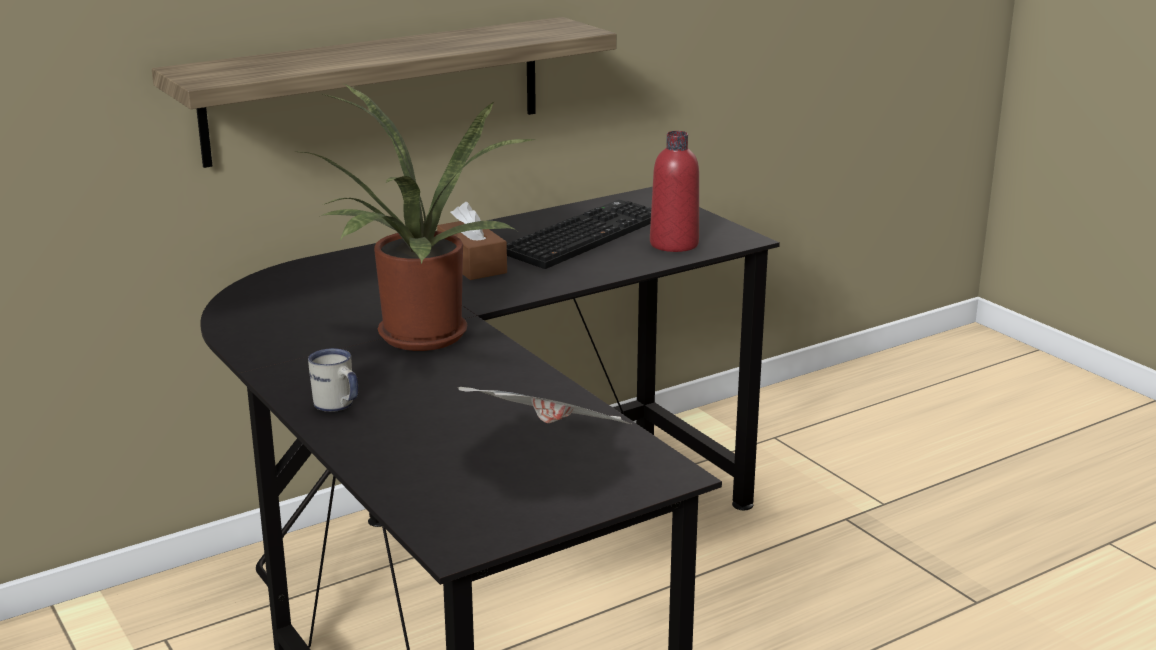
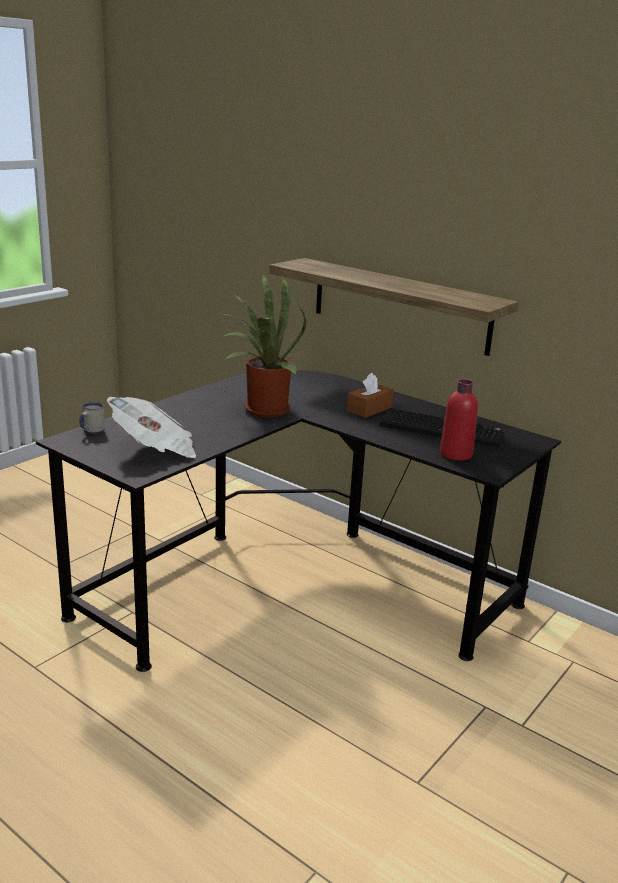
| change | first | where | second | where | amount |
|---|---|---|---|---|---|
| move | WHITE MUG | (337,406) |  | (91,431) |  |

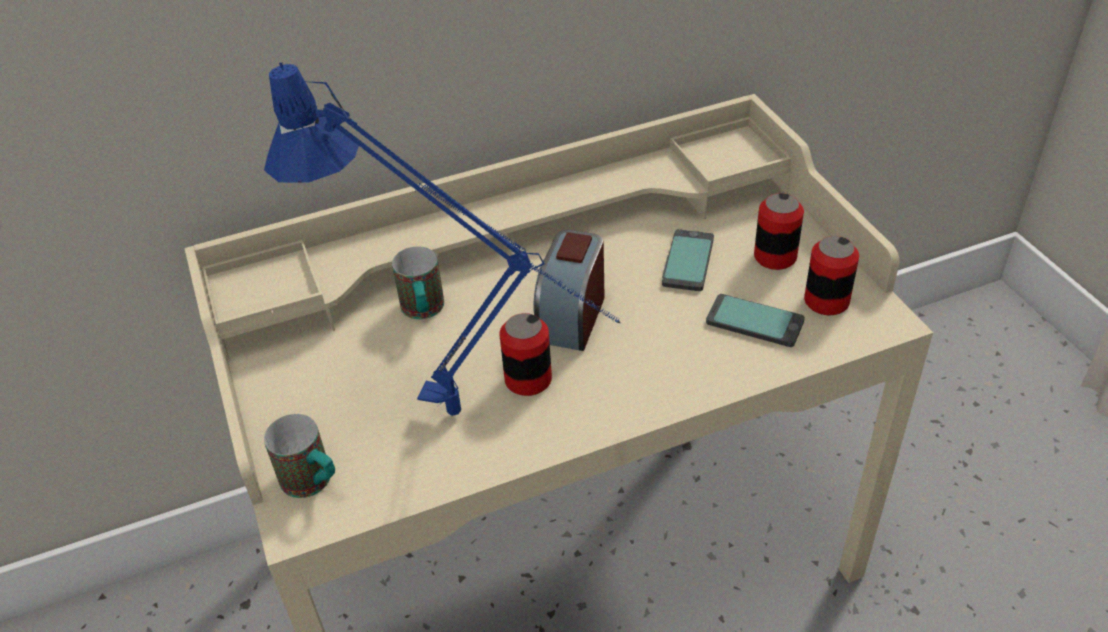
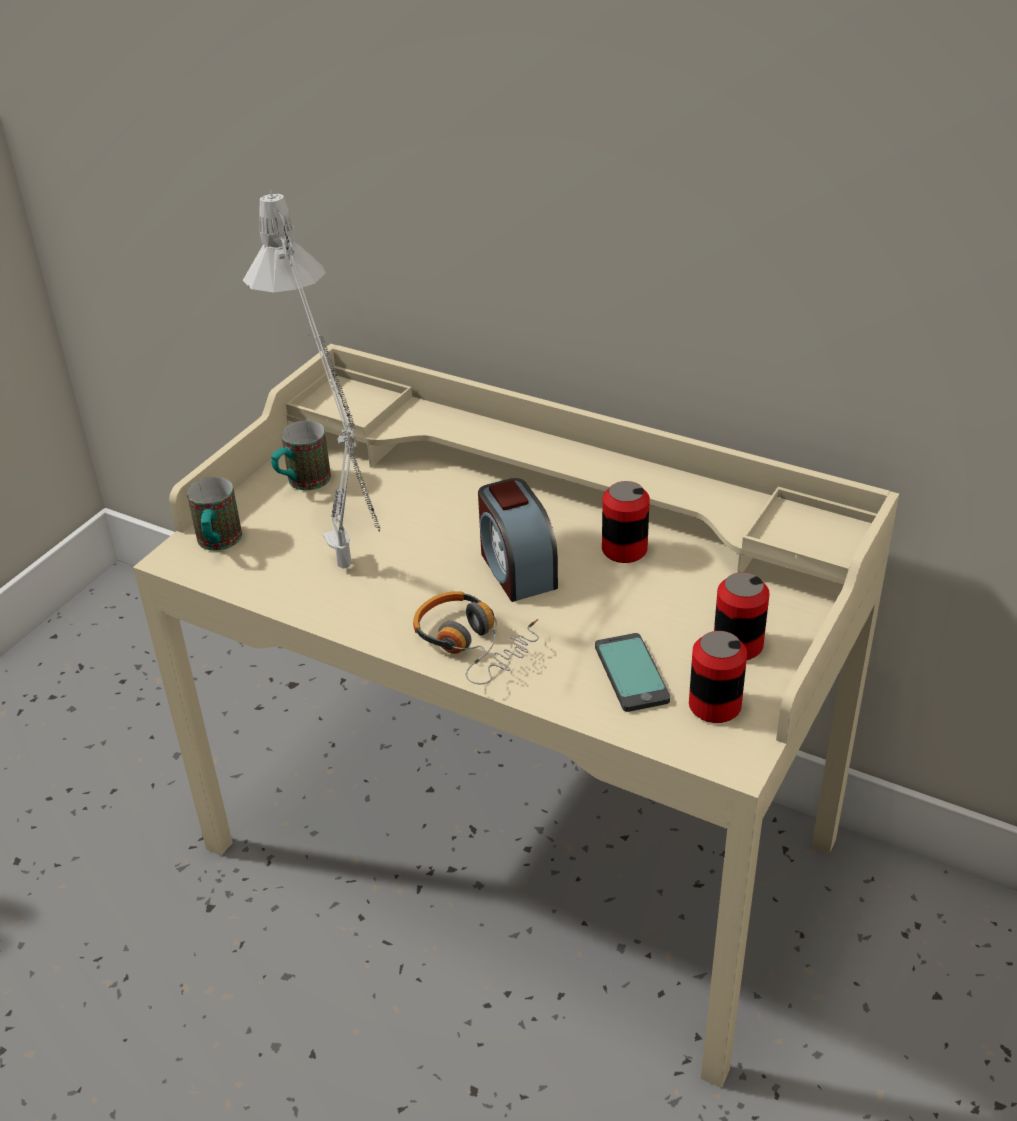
| change | first | where | second | where | amount |
|---|---|---|---|---|---|
| recolor | BLUE TABLE LAMP | (474,418) | GREY TABLE LAMP | (351,580) |  |
| move | MUG | (423,311) |  | (302,483) |  |
| move | CAN | (528,379) |  | (624,550) |  |
| rotate | ALARM CLOCK | (571,316) |  | (516,569) | 90 degrees counterclockwise |
| delete | PHONE | (687,261) |  |  |  |
| insert |  |  | HEADPHONES | (473,644) |  |

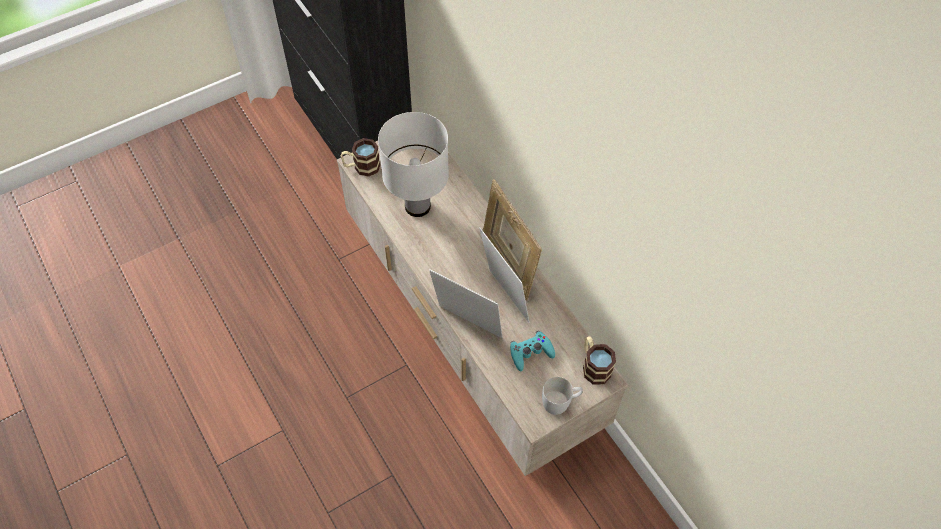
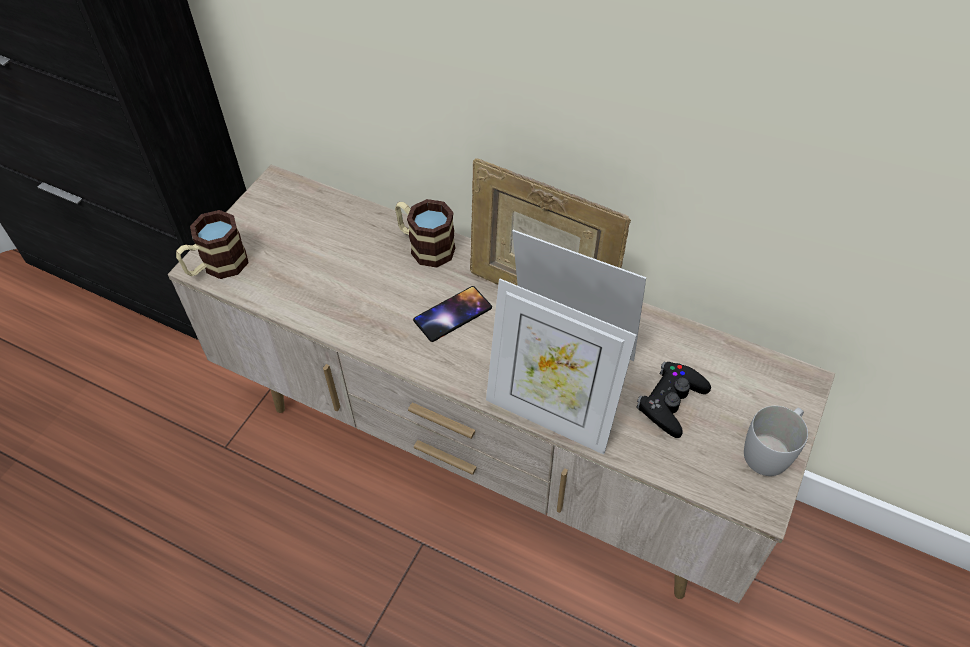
| change | first | where | second | where | amount |
|---|---|---|---|---|---|
| delete | WHITE TABLE LAMP | (418,206) |  |  |  |
| rotate | PICTURE FRAME | (467,327) |  | (549,416) | 150 degrees counterclockwise |
| recolor | TURQUOISE GAME CONTROLLER | (530,353) | BLACK GAME CONTROLLER | (671,402) |  |
| move | MUG | (593,366) |  | (425,246) |  |
| insert |  |  | PHONE | (452,314) |  |

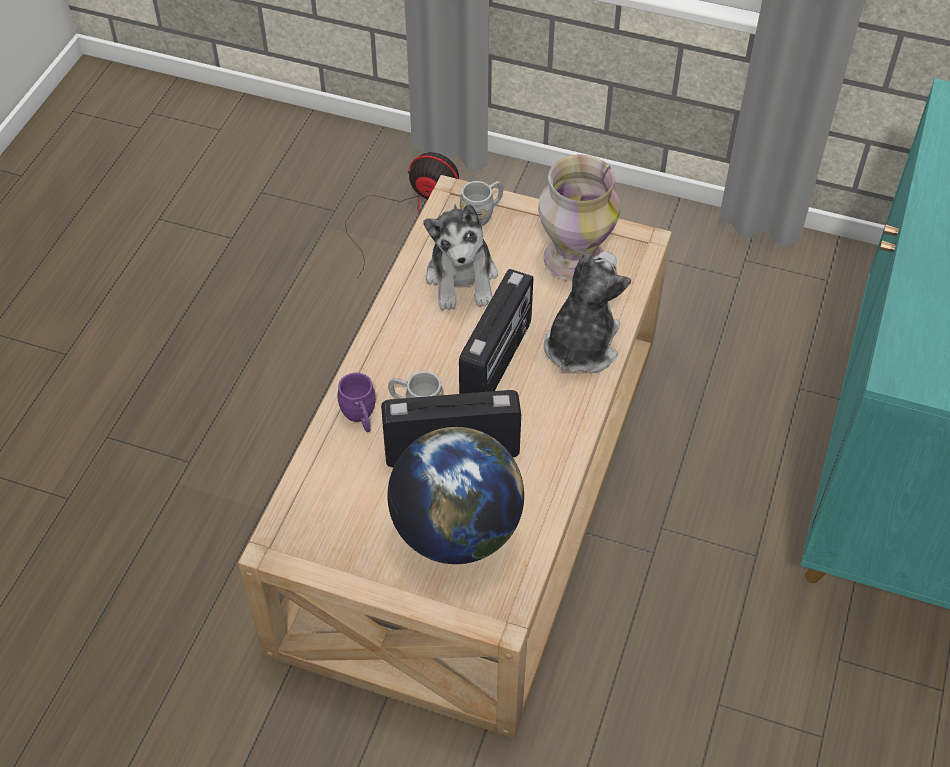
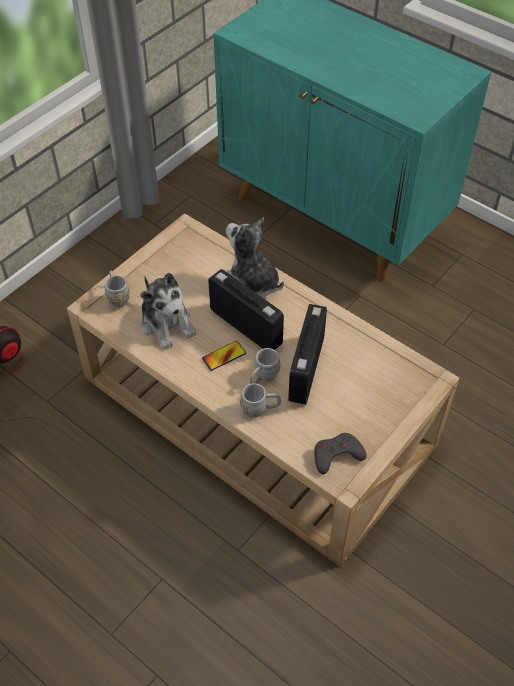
| change | first | where | second | where | amount |
|---|---|---|---|---|---|
| recolor | PURPLE MUG | (360,417) | GREY MUG | (260,409) |  |
| delete | GLOBE | (456,531) |  |  |  |
| rotate | PLUSH TOY | (462,278) |  | (167,323) | 45 degrees clockwise |
| delete | VASE | (573,259) |  |  |  |
| insert |  |  | PHONE | (224,356) |  |
| insert |  |  | GREY GAME CONTROLLER | (337,455) |  |

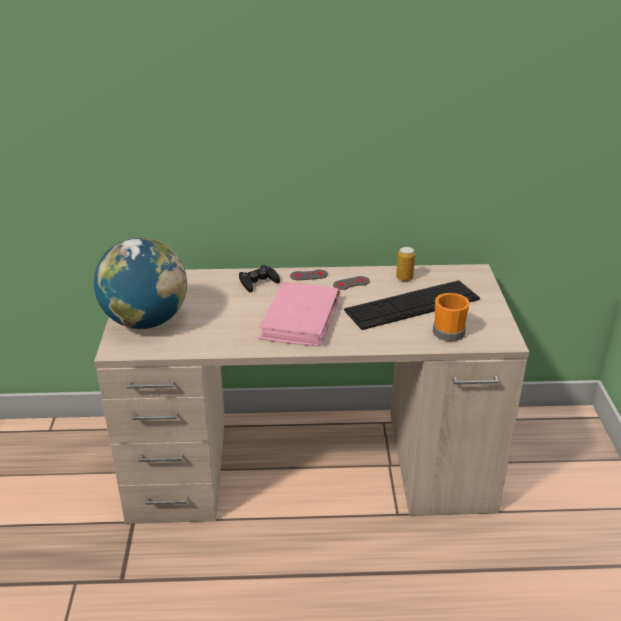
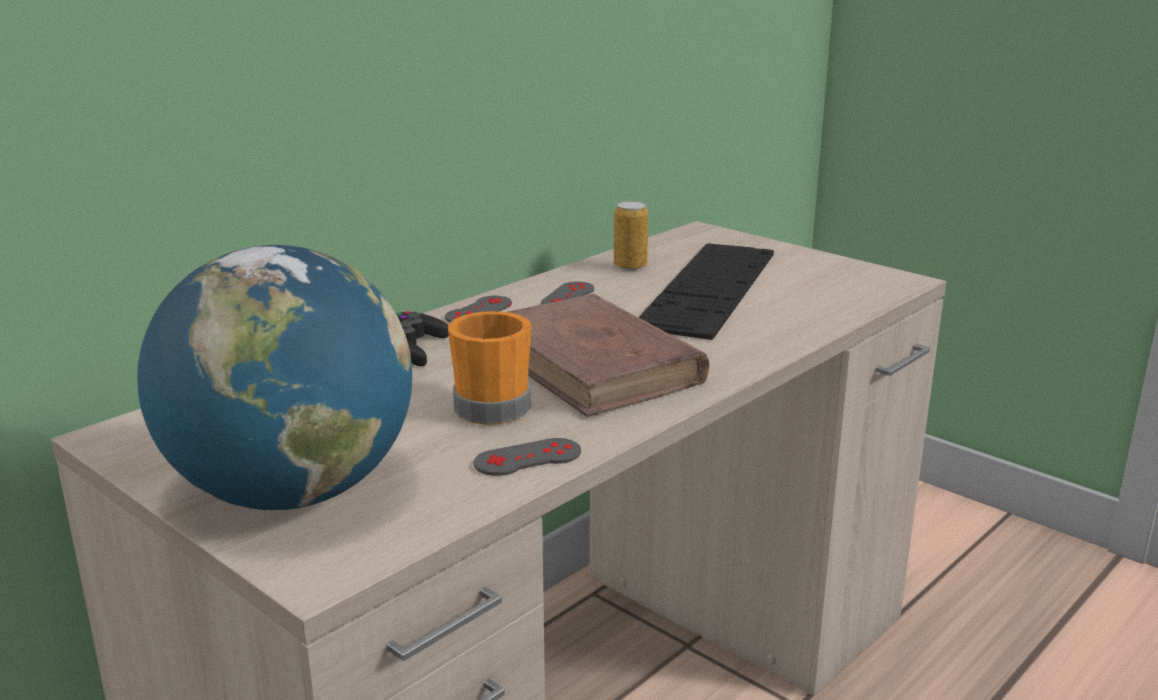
| change | first | where | second | where | amount |
|---|---|---|---|---|---|
| recolor | PINK BOOK | (300,319) | BROWN BOOK | (593,364) |  |
| move | ORANGE MUG | (450,330) |  | (490,404) |  |
| insert |  |  | GREY GAME CONTROLLER | (528,458) |  |

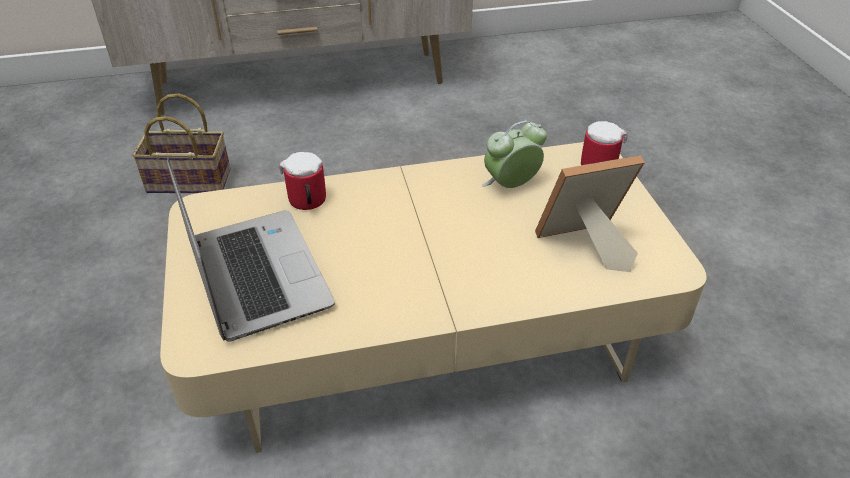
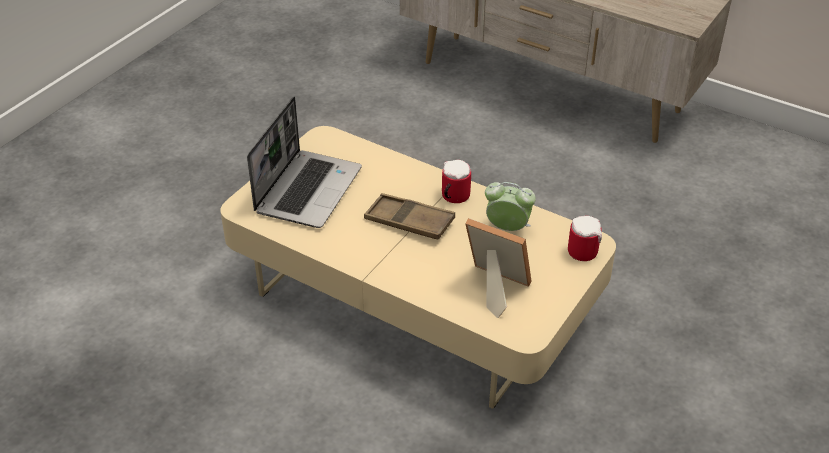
| change | first | where | second | where | amount |
|---|---|---|---|---|---|
| delete | BASKET | (186,182) |  |  |  |
| move | MUG | (306,203) |  | (452,197) |  |
| insert |  |  | BROWN TRAY | (409,221) |  |

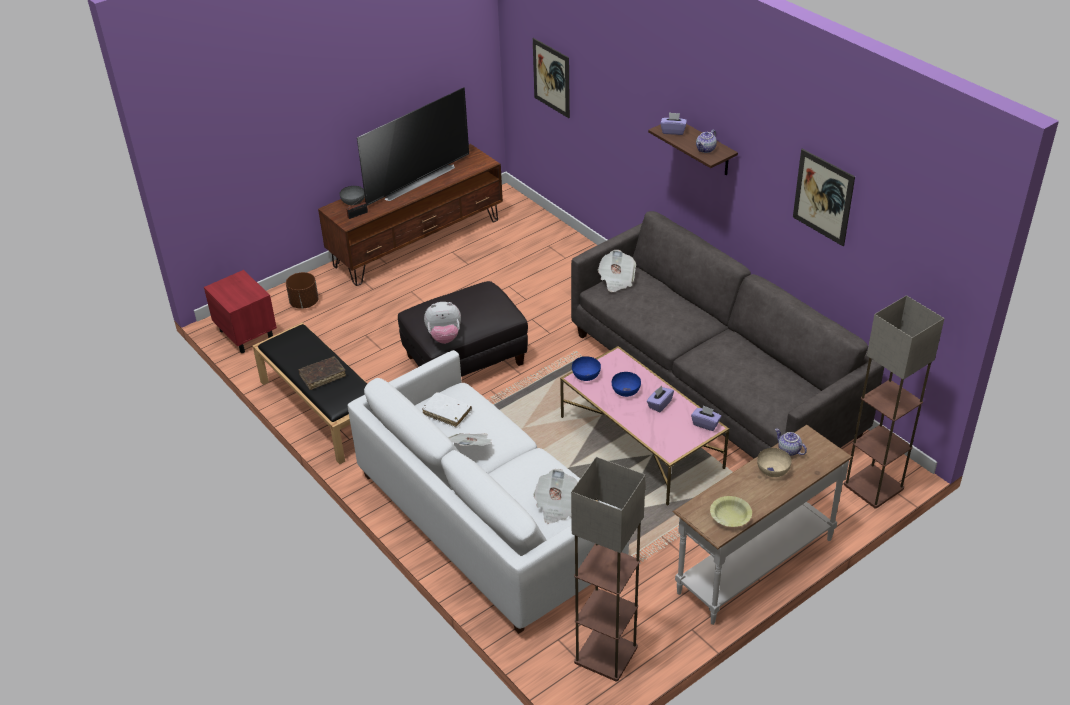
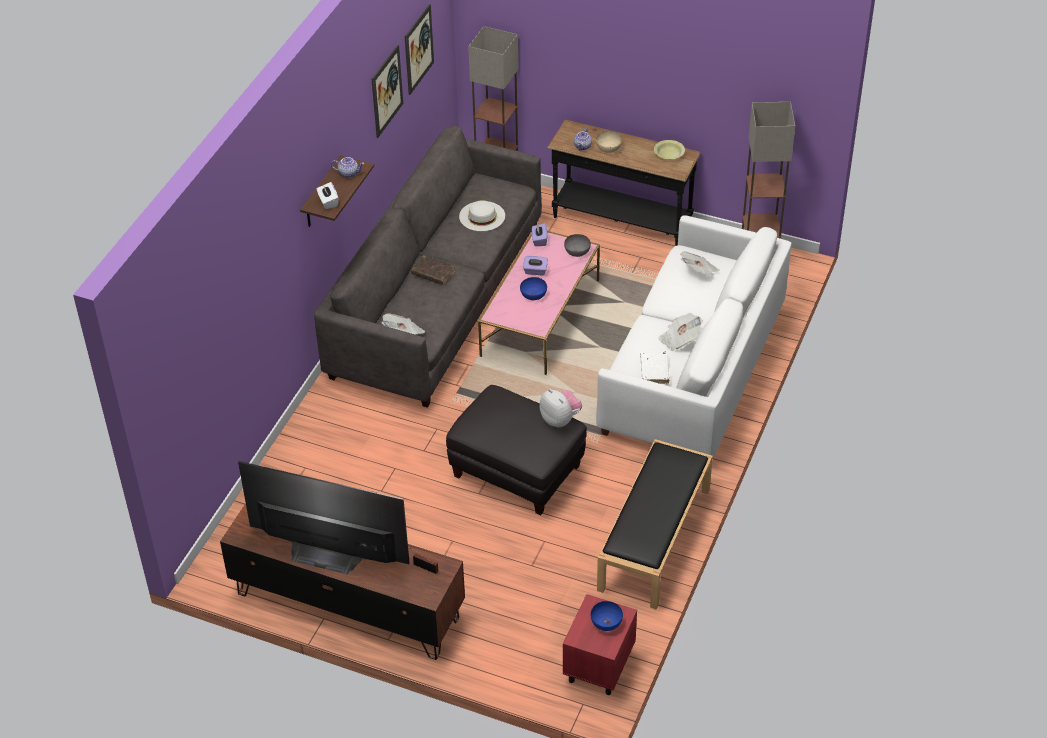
| change | first | where | second | where | amount |
|---|---|---|---|---|---|
| delete | BROWN PLANTER | (304,303) |  |  |  |
| move | BROWN BOOK | (322,376) |  | (433,273) |  |
| move | GREY BOWL | (353,202) |  | (577,251) |  |
| move | PICTURE | (551,77) |  | (419,49) |  |
| move | BLUE BOWL | (586,375) |  | (606,622) |  |
| recolor | PURPLE TISSUE BOX | (673,131) | WHITE TISSUE BOX | (328,202) |  |
| recolor | WHITE CONSOLE TABLE | (754,564) | BLACK CONSOLE TABLE | (621,222) |  |
| insert |  |  | WHITE HAT | (482,216) |  |

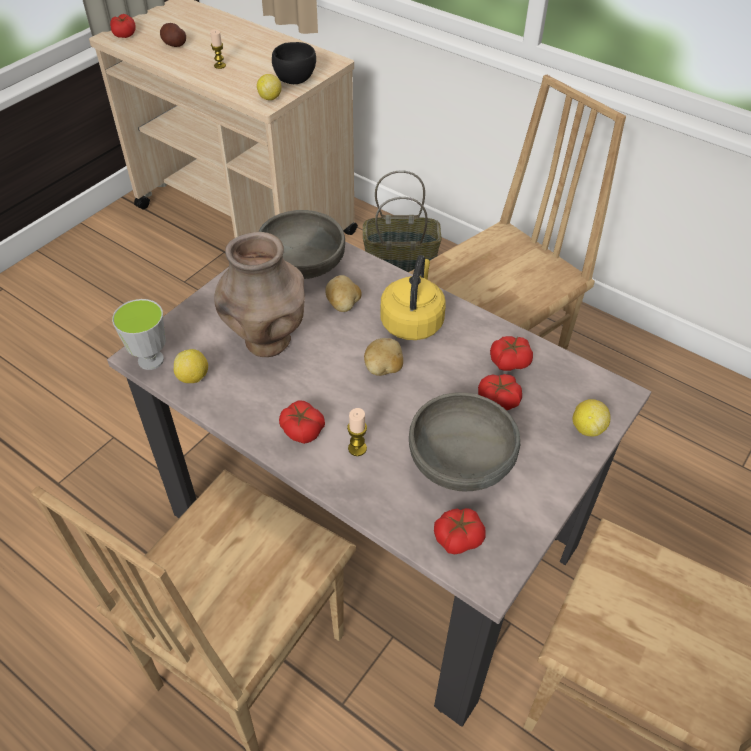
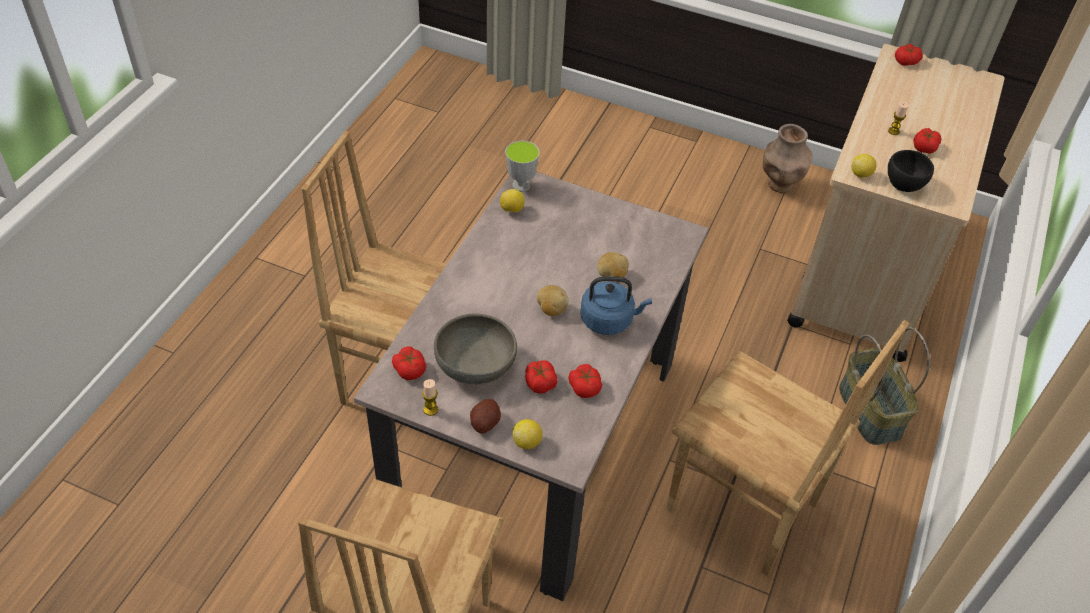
| change | first | where | second | where | amount |
|---|---|---|---|---|---|
| move | POTATO | (174,44) |  | (485,422) |  |
| move | BROWN VASE | (267,342) |  | (779,185) |  |
| delete | GREY BOWL | (302,264) |  |  |  |
| move | TOMATO | (302,430) |  | (924,147) |  |
| move | CANDLE | (357,448) |  | (430,409) |  |
| recolor | YELLOW KETTLE | (412,321) | BLUE KETTLE | (609,320) |  |

